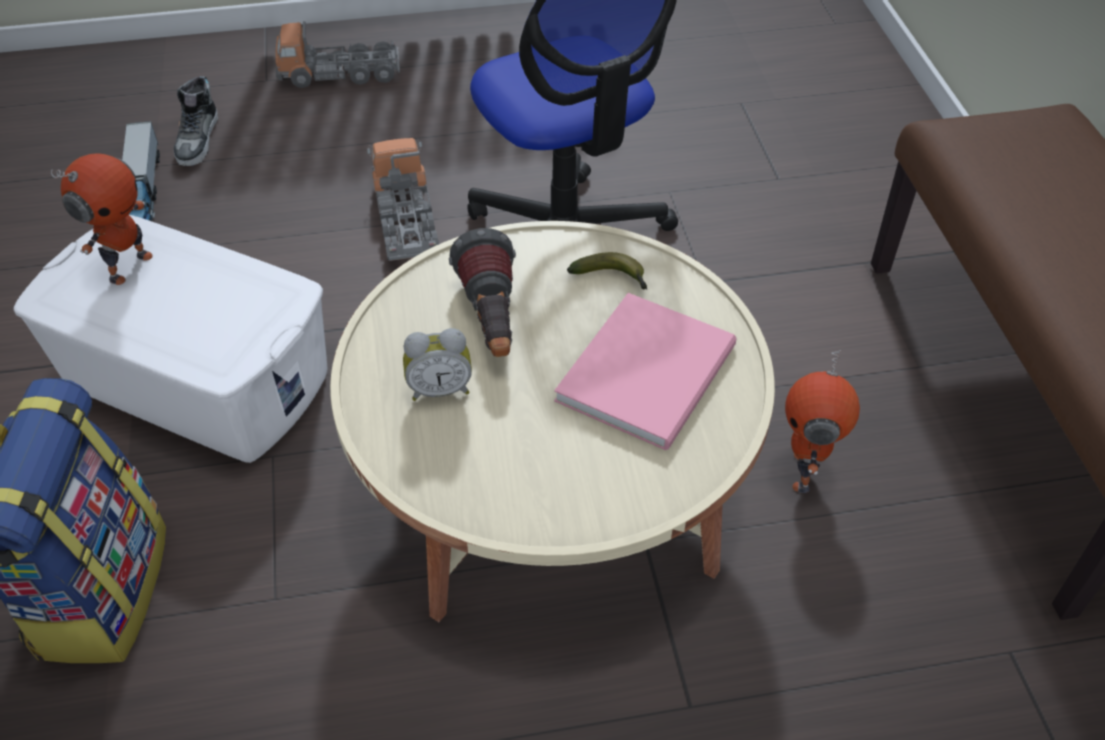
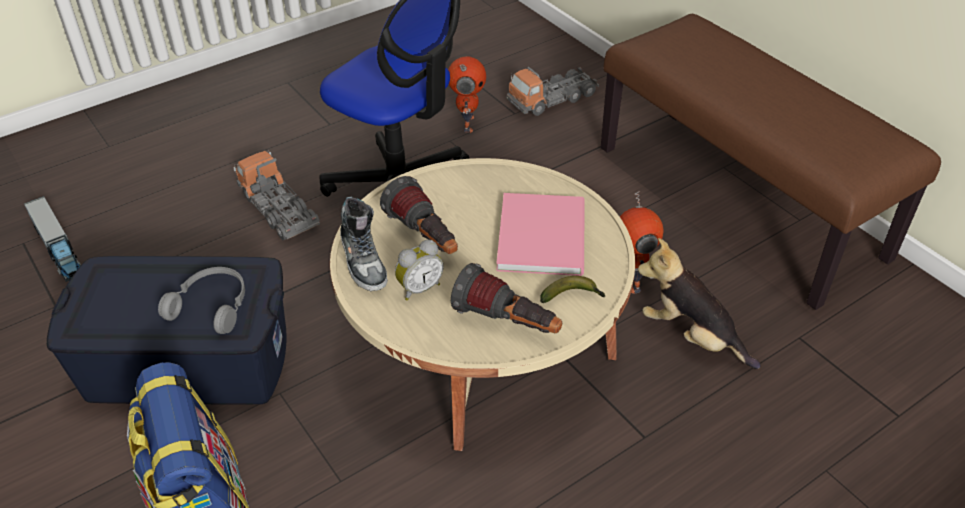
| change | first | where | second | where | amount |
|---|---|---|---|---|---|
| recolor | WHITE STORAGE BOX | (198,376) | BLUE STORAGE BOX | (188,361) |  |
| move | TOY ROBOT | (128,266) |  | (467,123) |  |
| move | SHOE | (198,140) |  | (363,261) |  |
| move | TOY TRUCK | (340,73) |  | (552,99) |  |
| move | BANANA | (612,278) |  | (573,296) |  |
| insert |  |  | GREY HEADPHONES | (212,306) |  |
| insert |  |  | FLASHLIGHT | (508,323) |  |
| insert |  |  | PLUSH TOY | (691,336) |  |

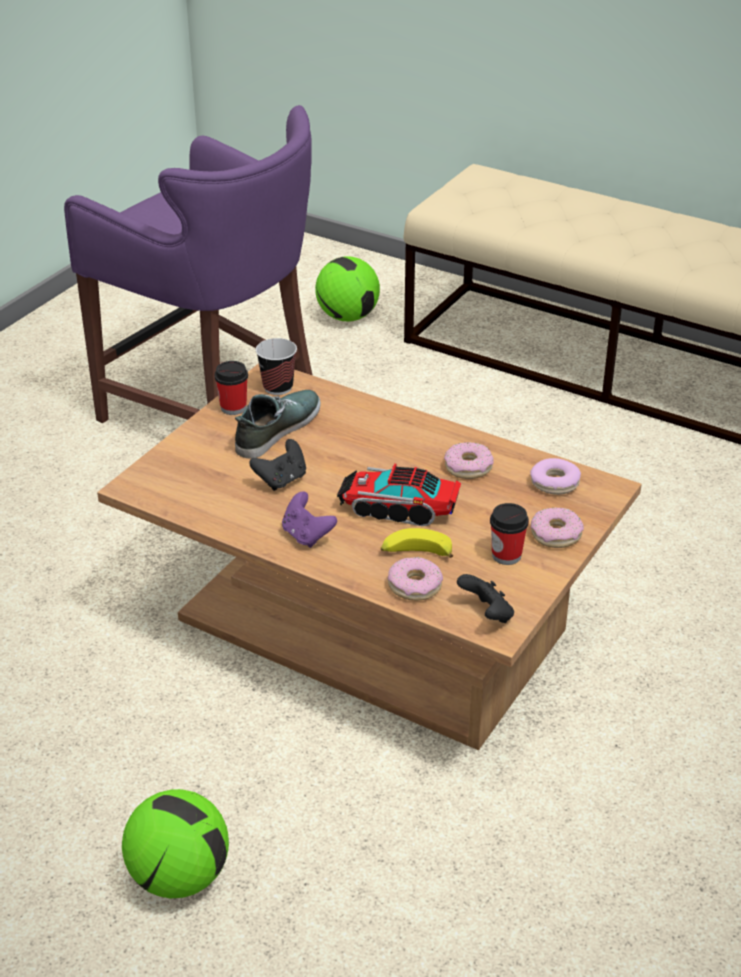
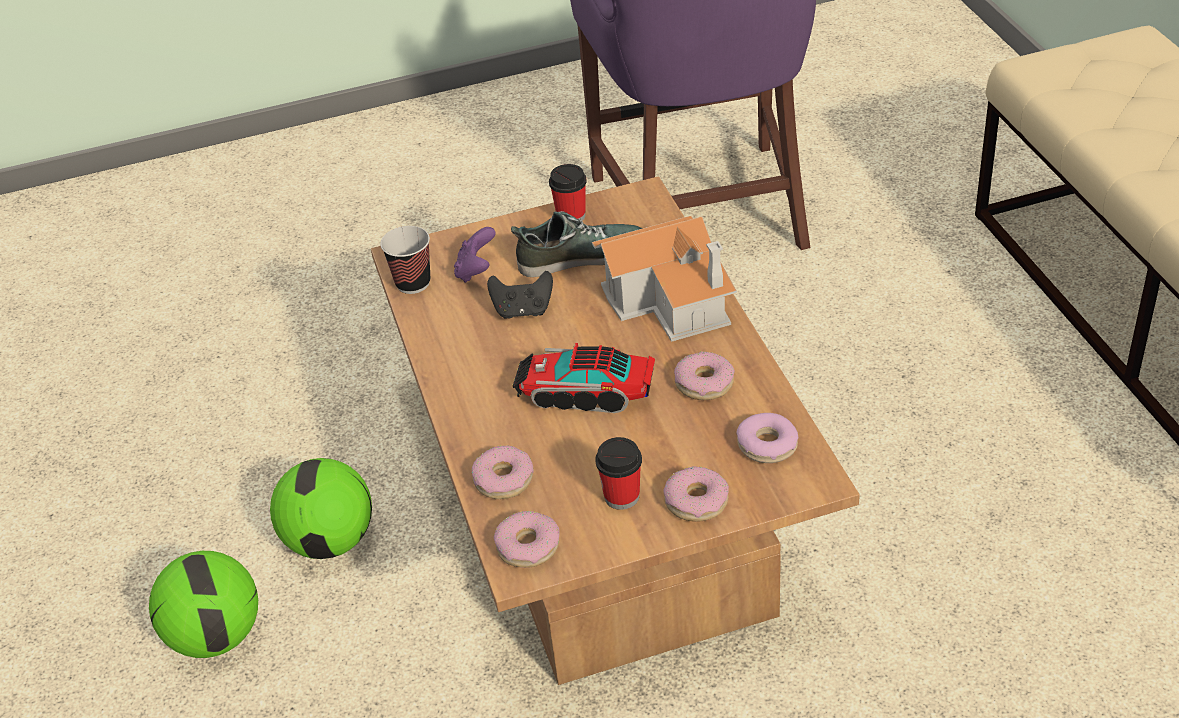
| change | first | where | second | where | amount |
|---|---|---|---|---|---|
| move | CUP | (278,387) |  | (413,283) |  |
| move | PURPLE GAME CONTROLLER | (307,535) |  | (476,271) |  |
| move | FOOTBALL | (347,316) |  | (330,541) |  |
| rotate | TOY TRUCK | (398,509) |  | (585,393) | 45 degrees counterclockwise |
| delete | BANANA | (415,554) |  |  |  |
| replace | BLACK GAME CONTROLLER | (487,614) | DONUT | (528,546) |  |
| insert |  |  | TOY HOUSE | (672,299) |  |

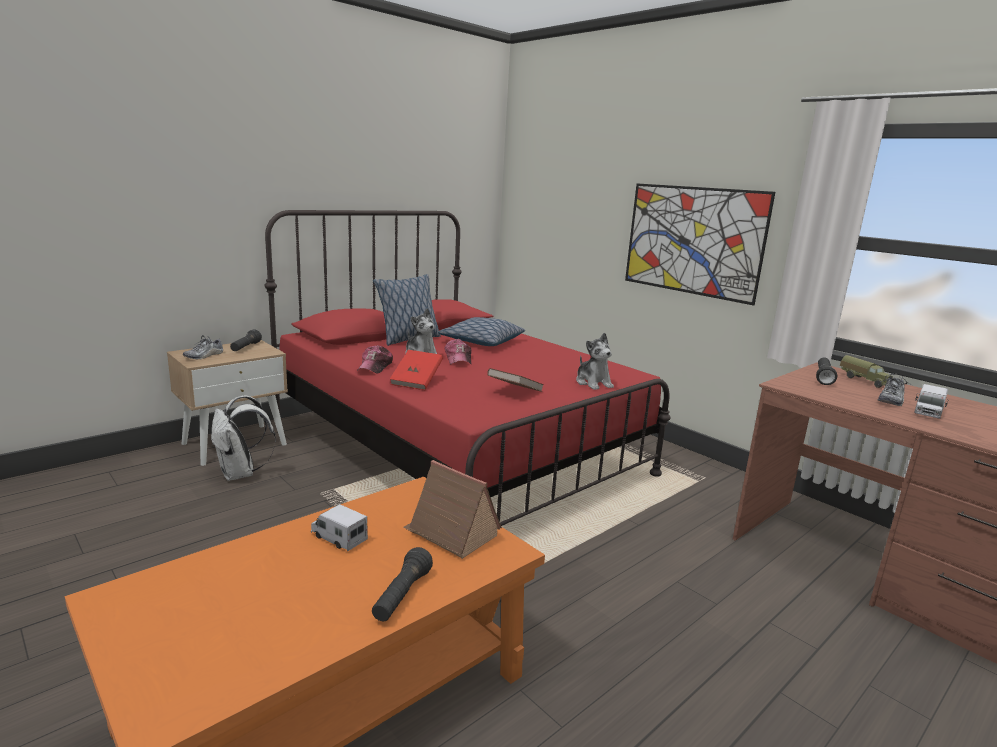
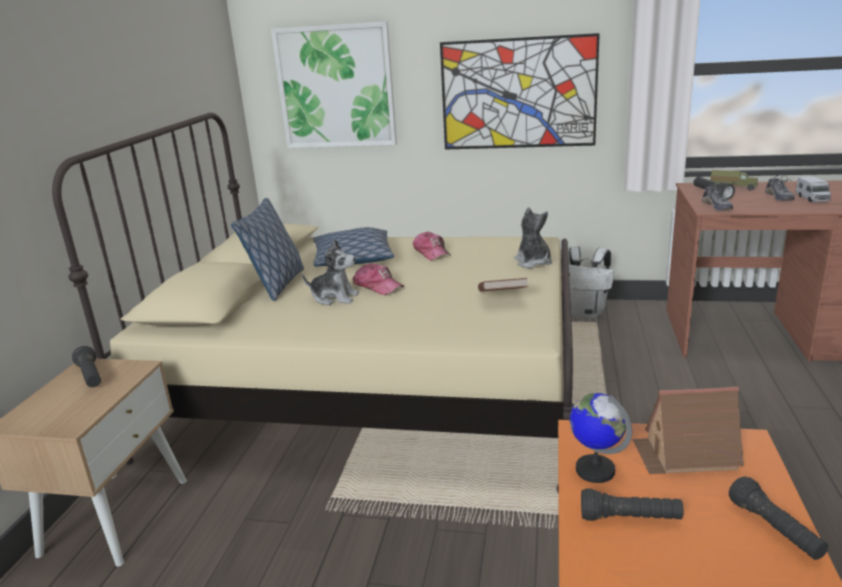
| change | first | where | second | where | amount |
|---|---|---|---|---|---|
| move | SHOE | (204,356) |  | (716,206) |  |
| move | WHITE BACKPACK | (240,474) |  | (585,313) |  |
| recolor | RED BED | (457,447) | BEIGE BED | (374,388) |  |
| replace | TOY TRUCK | (339,538) | BLACK FLASHLIGHT | (630,518) |  |
| move | CAP | (375,367) |  | (431,253) |  |
| delete | RED BOOK | (416,381) |  |  |  |
| rotate | PLUSH TOY | (593,383) |  | (533,262) | 135 degrees counterclockwise |
| insert |  |  | PICTURE | (336,87) |  |
| insert |  |  | GLOBE | (595,470) |  |

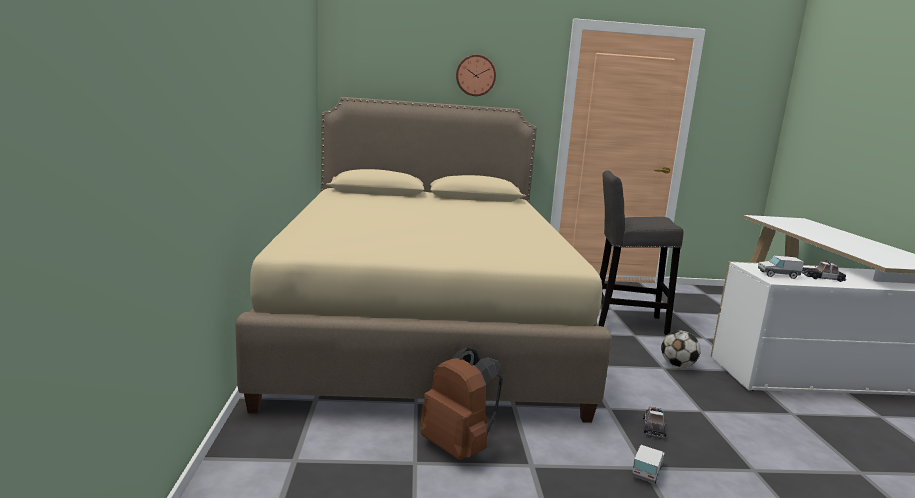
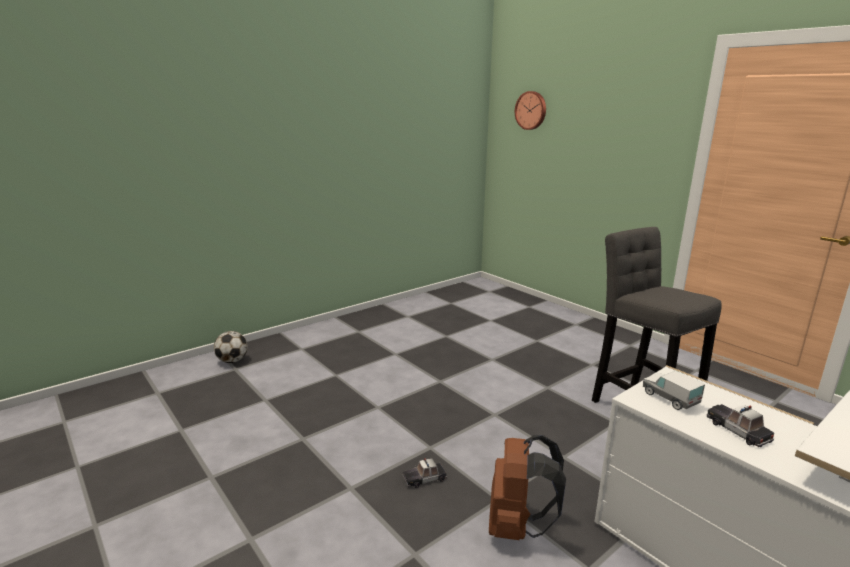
| change | first | where | second | where | amount |
|---|---|---|---|---|---|
| delete | BEIGE BED | (422,325) |  |  |  |
| move | BROWN BACKPACK | (459,447) |  | (517,526) |  |
| move | WALL CLOCK | (475,75) |  | (531,110) |  |
| delete | TOY TRUCK | (647,472) |  |  |  |
| move | FOOTBALL | (677,365) |  | (232,361) |  |

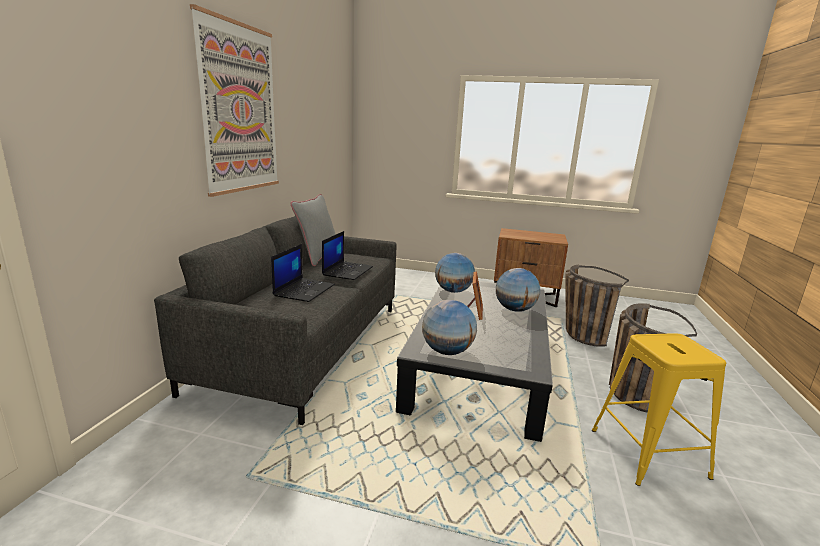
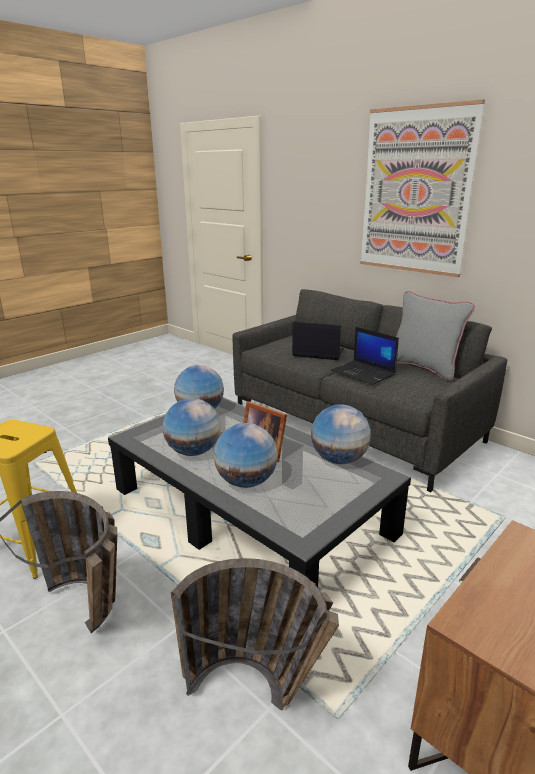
| change | first | where | second | where | amount |
|---|---|---|---|---|---|
| rotate | LAPTOP | (304,290) |  | (317,353) | 150 degrees clockwise |
| insert |  |  | GLOBE | (193,451) |  |

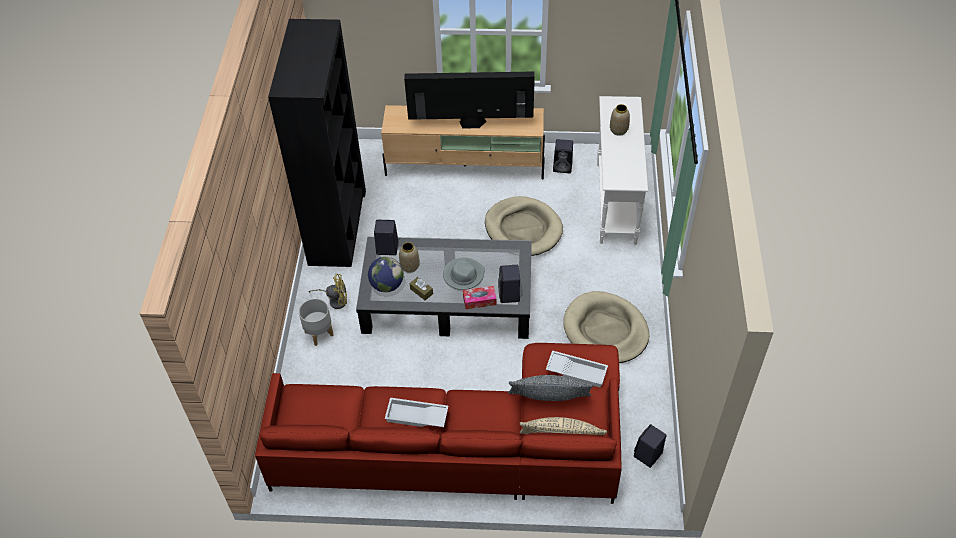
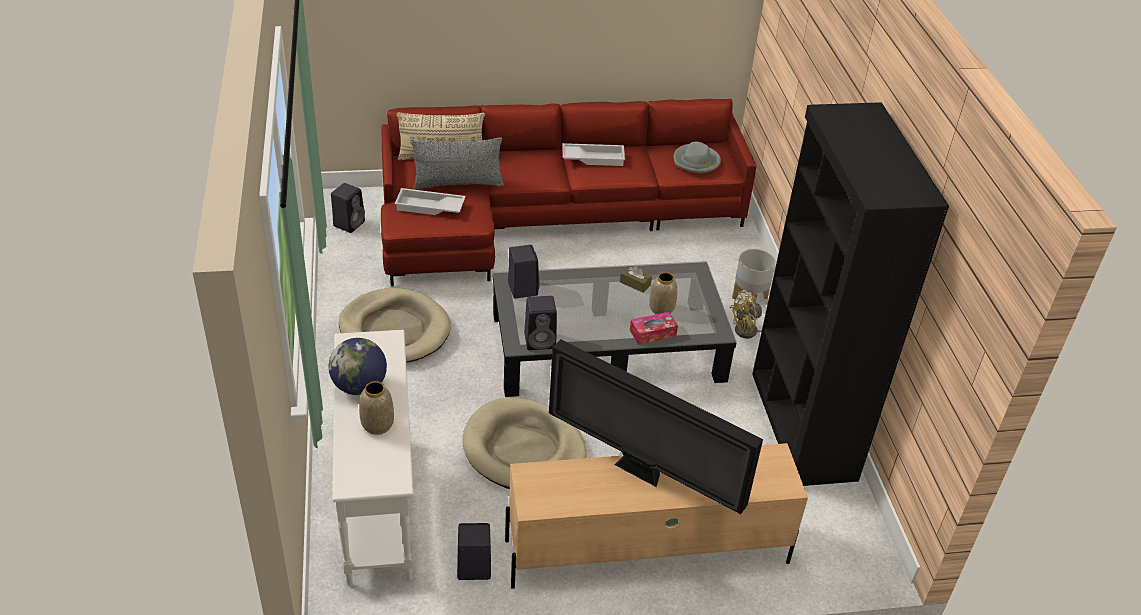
| change | first | where | second | where | amount |
|---|---|---|---|---|---|
| move | GLOBE | (387,285) |  | (359,386) |  |
| move | BLACK SPEAKER | (386,248) |  | (541,340) |  |
| rotate | TELEVISION | (471,124) |  | (641,473) | 45 degrees clockwise |
| move | GREY HAT | (463,275) |  | (696,161) |  |
| move | TISSUE BOX | (479,300) |  | (653,333) |  |

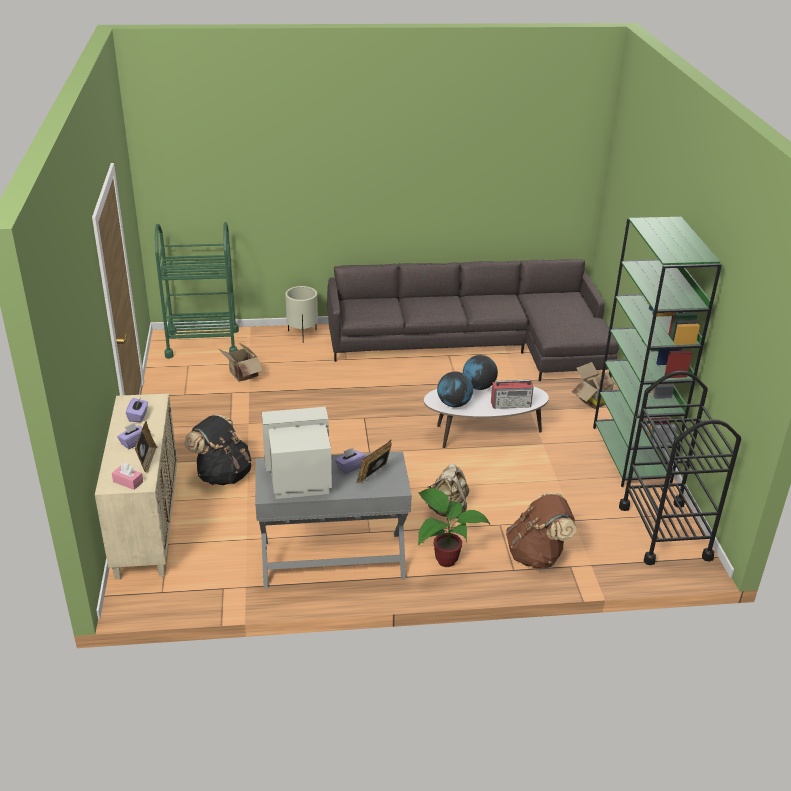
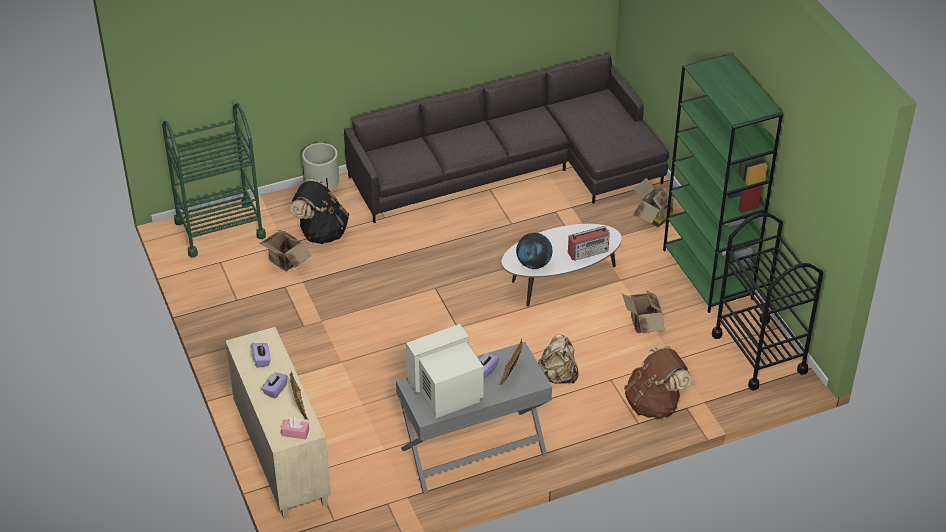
| change | first | where | second | where | amount |
|---|---|---|---|---|---|
| move | BLACK BACKPACK | (222,475) |  | (321,232) |  |
| delete | POTTED PLANT | (443,559) |  |  |  |
| delete | GLOBE | (478,387) |  |  |  |
| insert |  |  | CARDBOARD BOX | (642,324) |  |

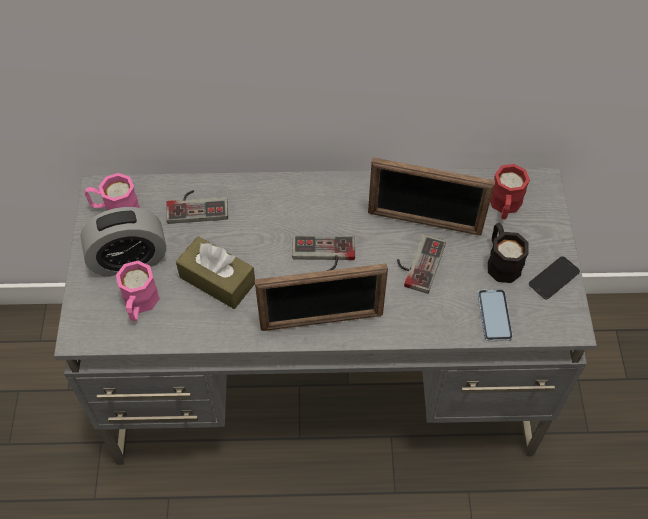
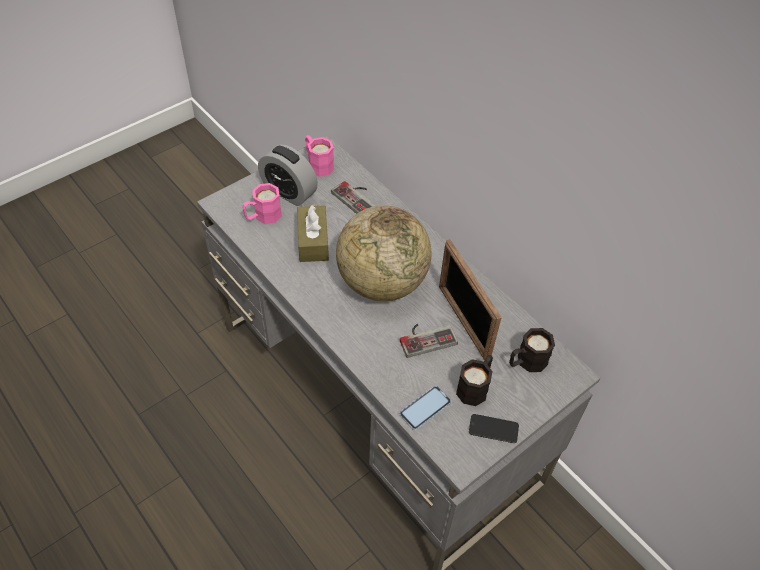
| change | first | where | second | where | amount |
|---|---|---|---|---|---|
| delete | PICTURE FRAME | (321,321) |  |  |  |
| replace | GAME CONTROLLER | (323,255) | GLOBE | (382,282) |  |
| recolor | RED MUG | (504,206) | BLACK MUG | (526,362) |  |

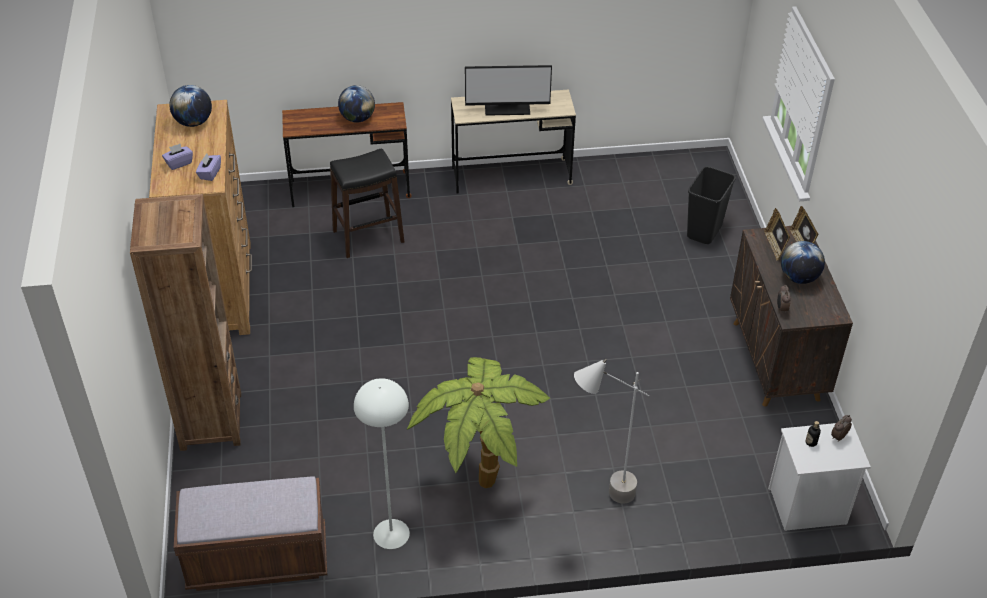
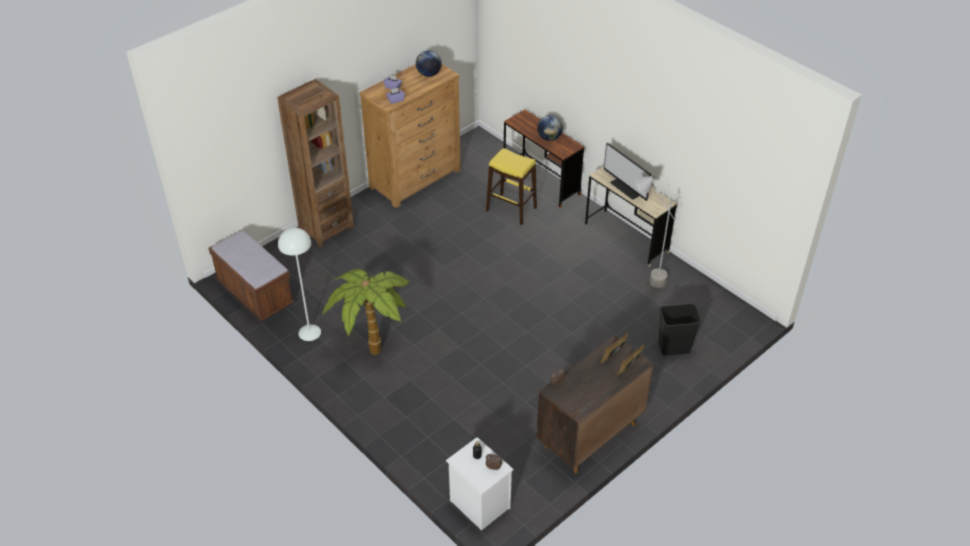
| change | first | where | second | where | amount |
|---|---|---|---|---|---|
| recolor | BLACK STOOL | (368,237) | YELLOW STOOL | (511,209) |  |
| move | GREY FLOOR LAMP | (600,498) |  | (645,276) |  |
| delete | GLOBE | (799,277) |  |  |  |

